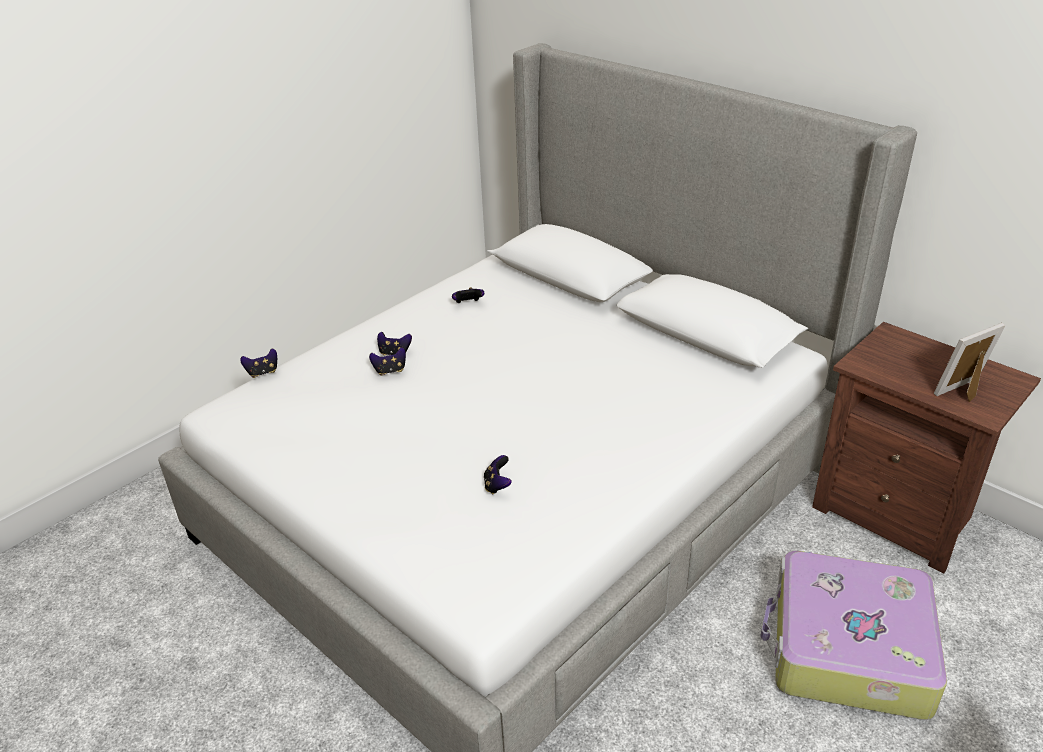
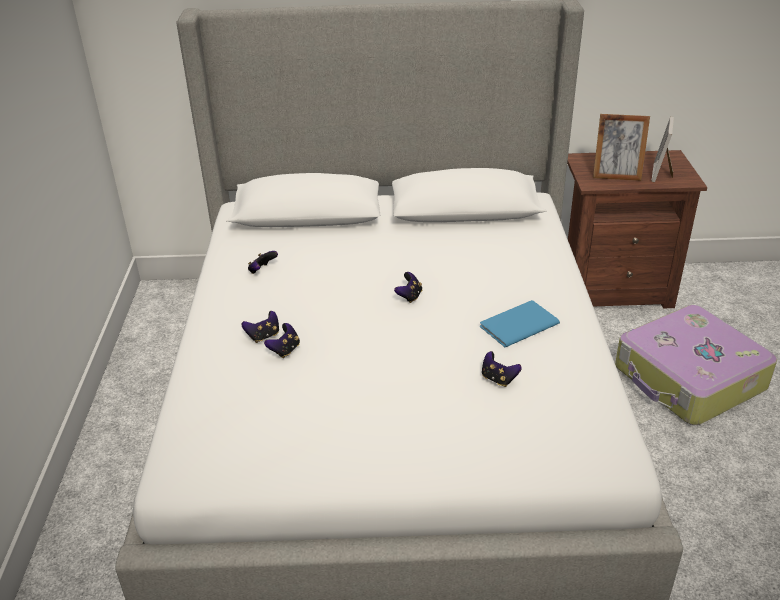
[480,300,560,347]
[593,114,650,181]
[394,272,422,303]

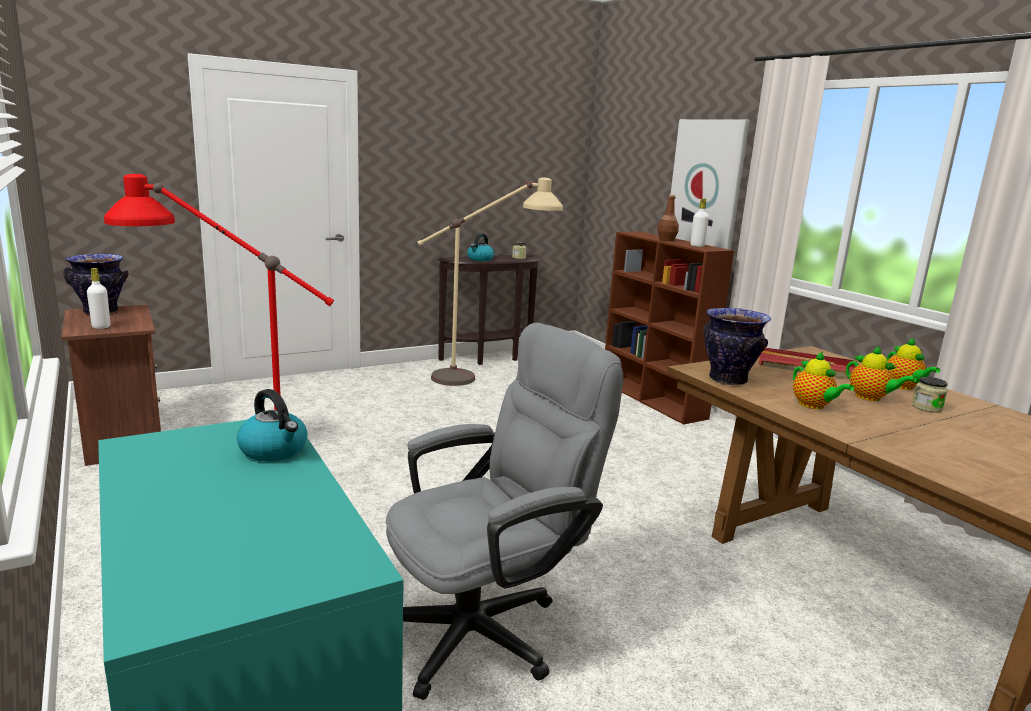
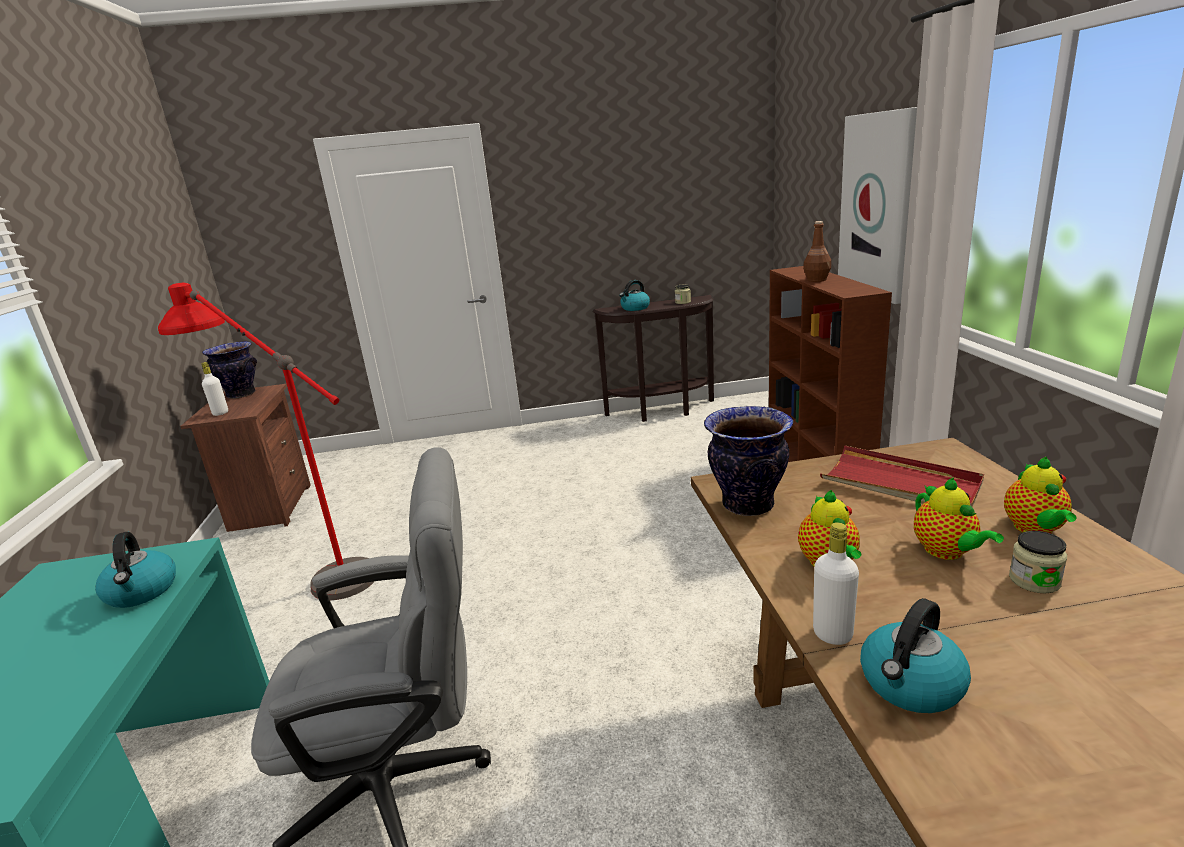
[418,177,563,386] (first image)
[860,598,971,713]
[813,523,859,645]

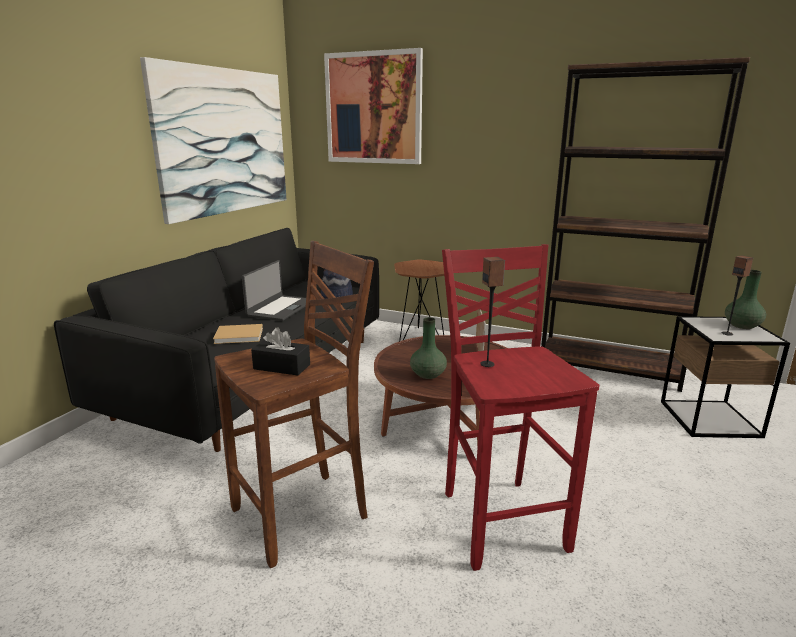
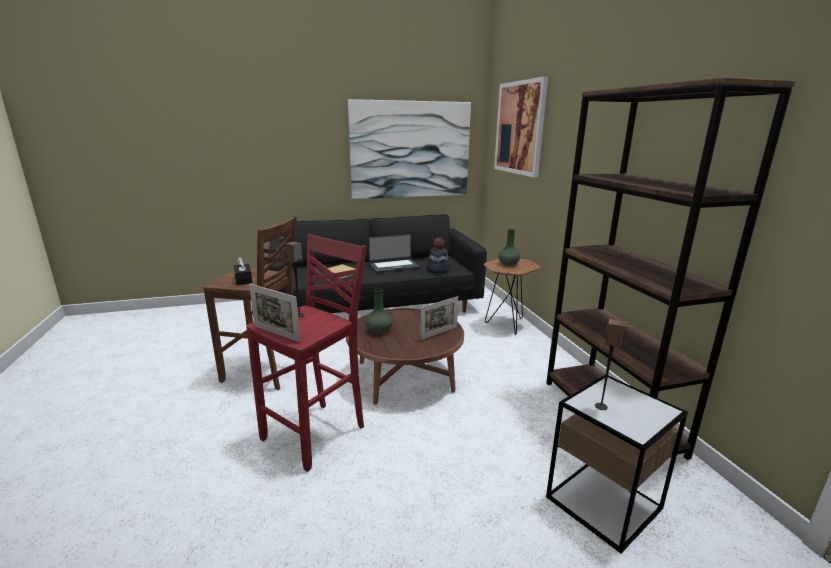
[249,284,300,342]
[498,229,520,266]

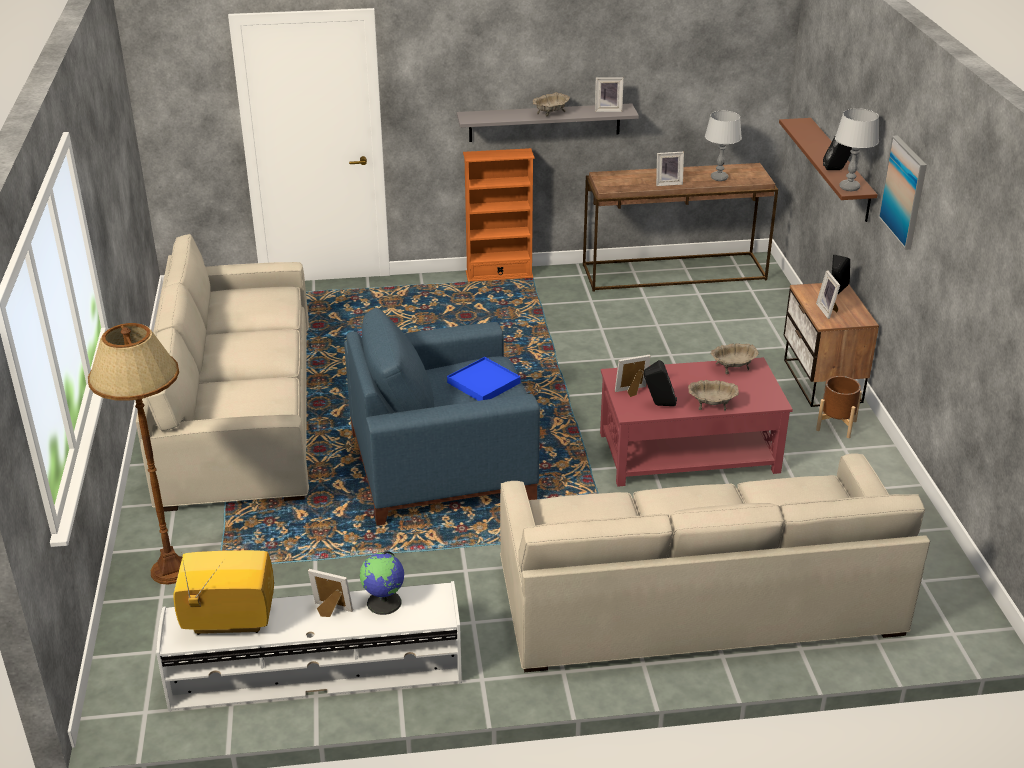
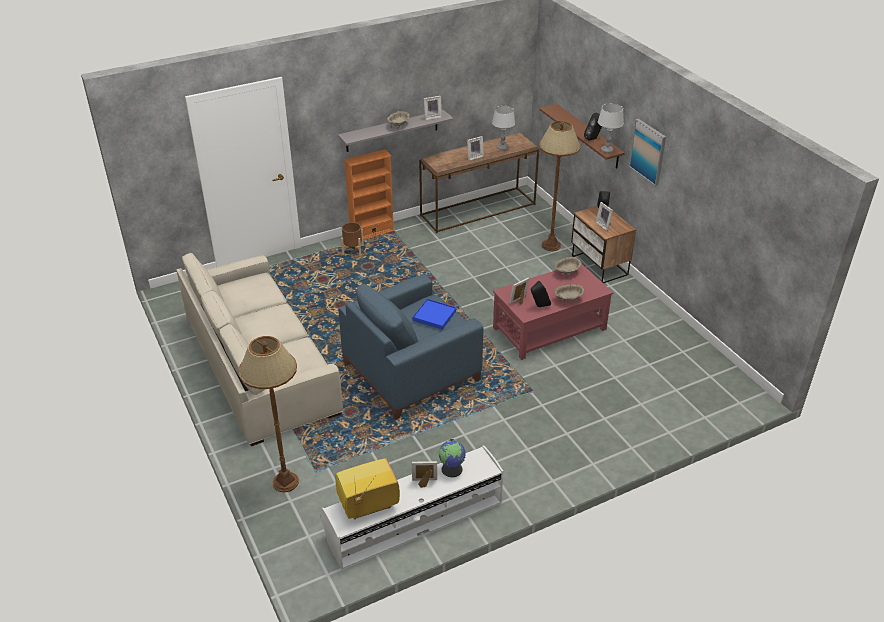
[500,453,930,672] (first image)
[539,121,581,251]
[341,222,364,256]

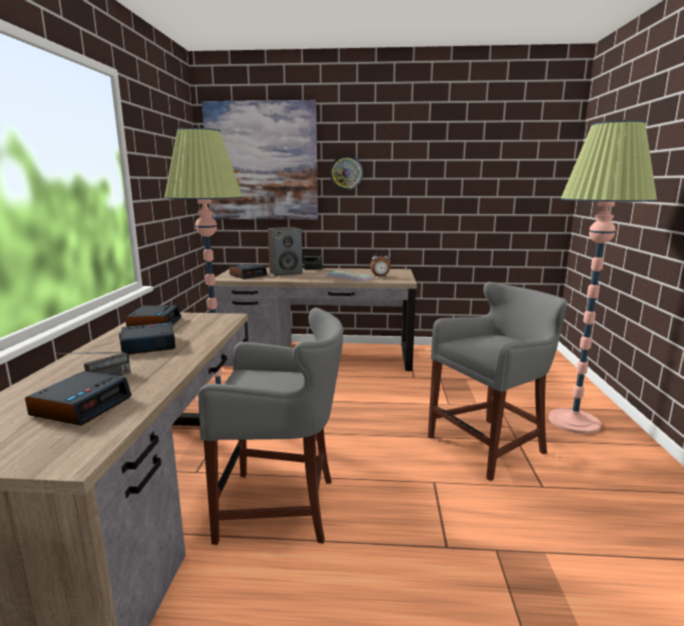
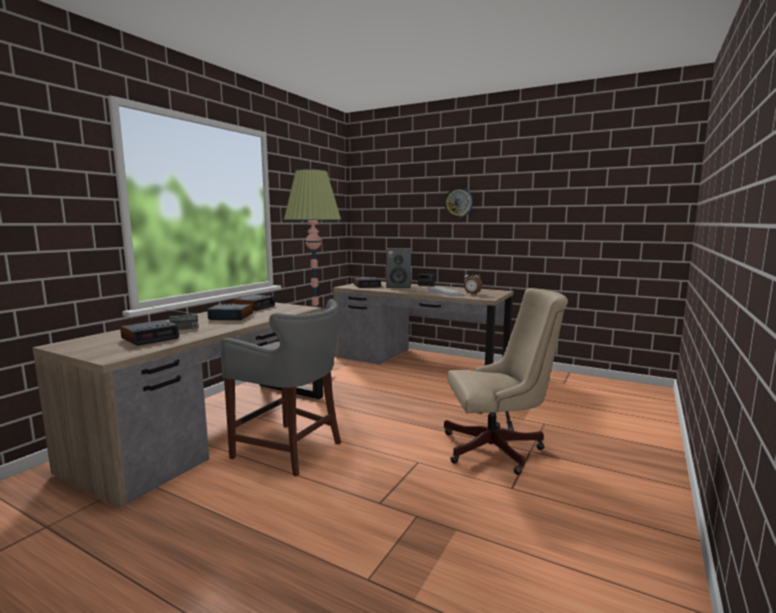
[202,100,318,220] (first image)
[549,120,657,434] (first image)
[444,288,568,475]

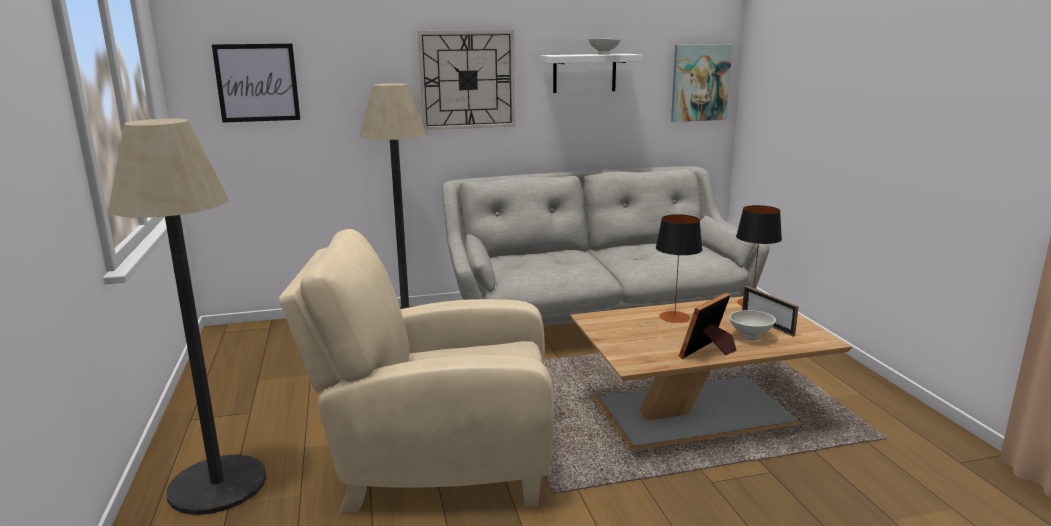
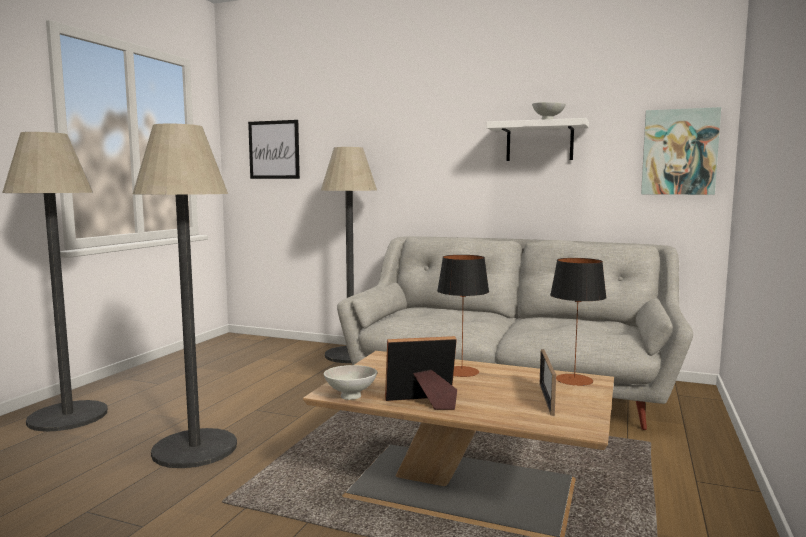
[418,30,515,130] (first image)
[324,365,377,400]
[133,124,237,468]

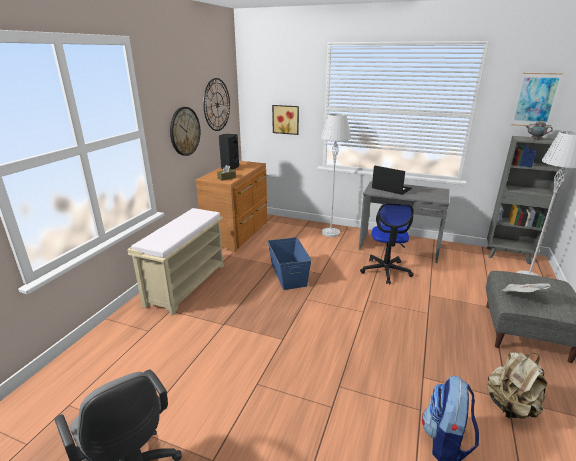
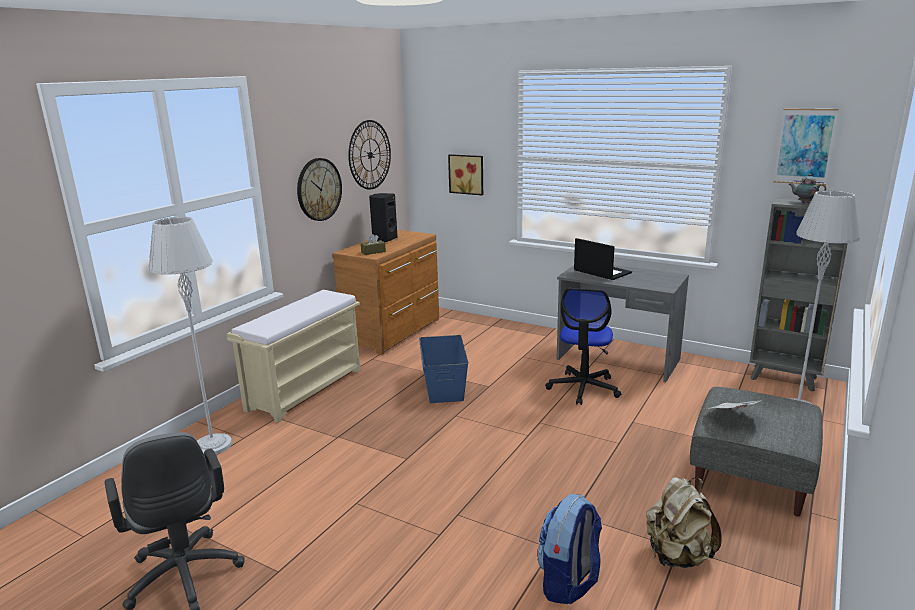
[148,217,232,455]

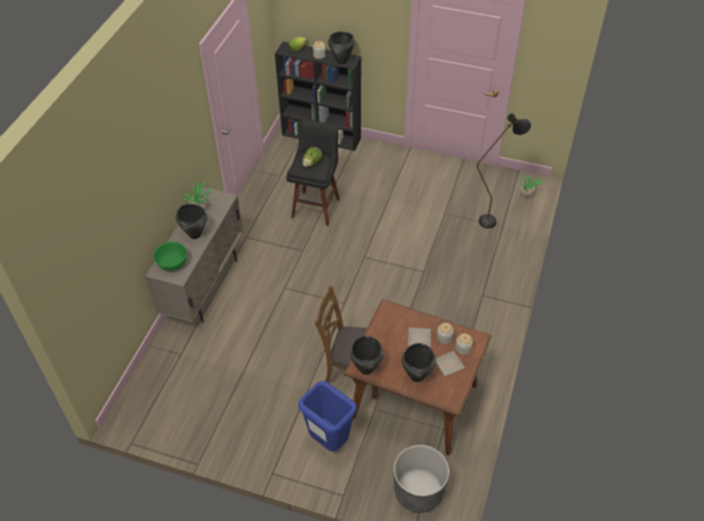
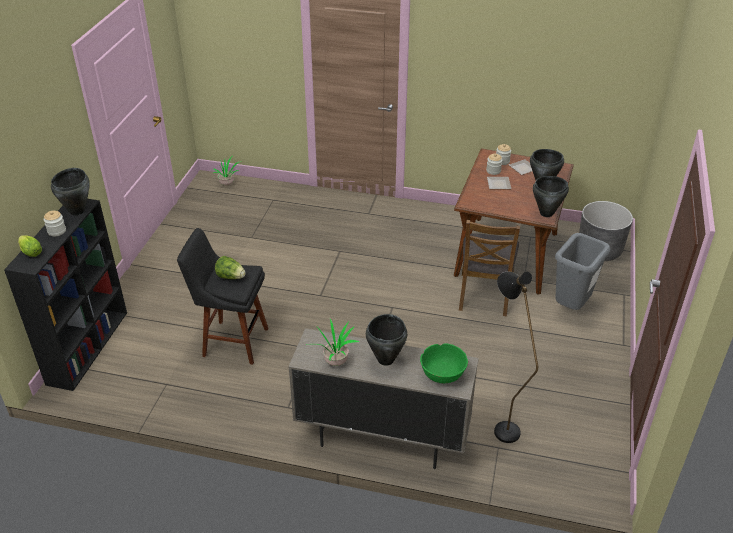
[494,271,538,443]
[555,233,610,310]

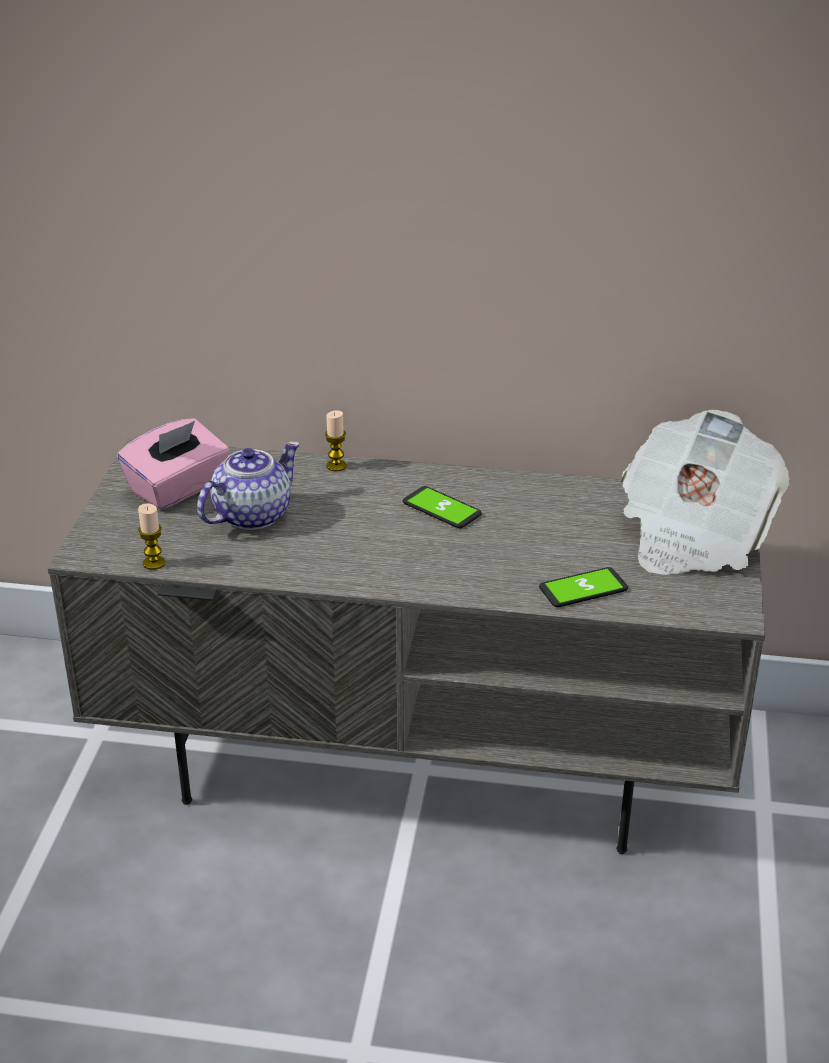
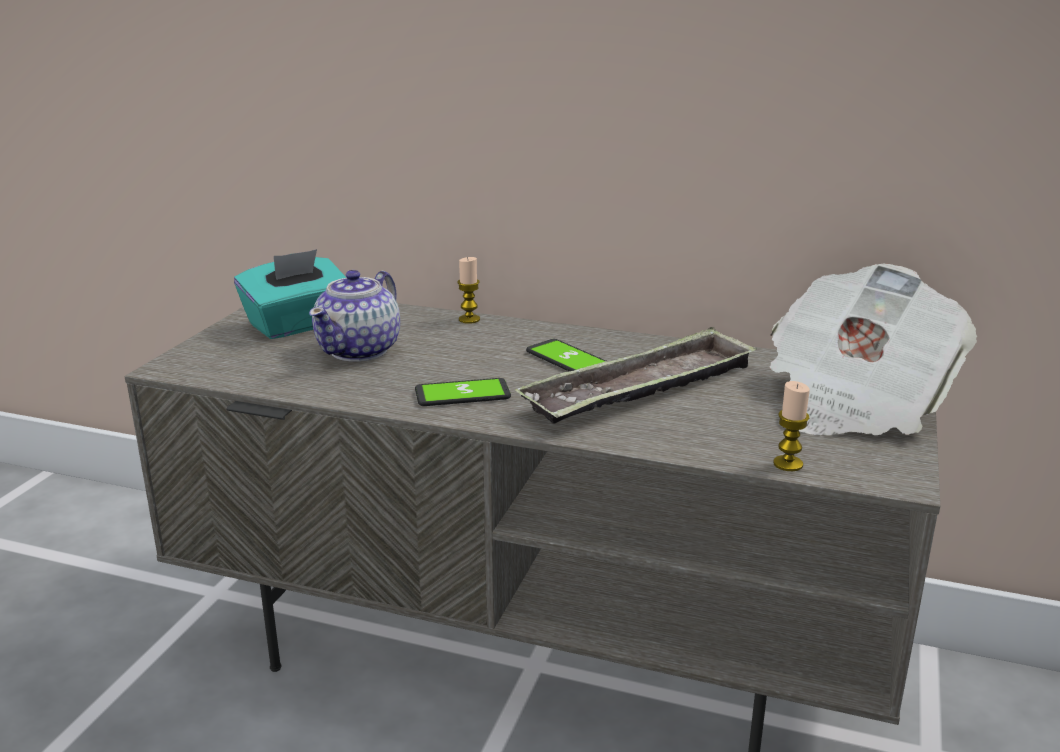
[514,327,757,424]
[773,381,810,471]
[415,378,511,406]
[234,249,347,339]
[309,270,400,362]

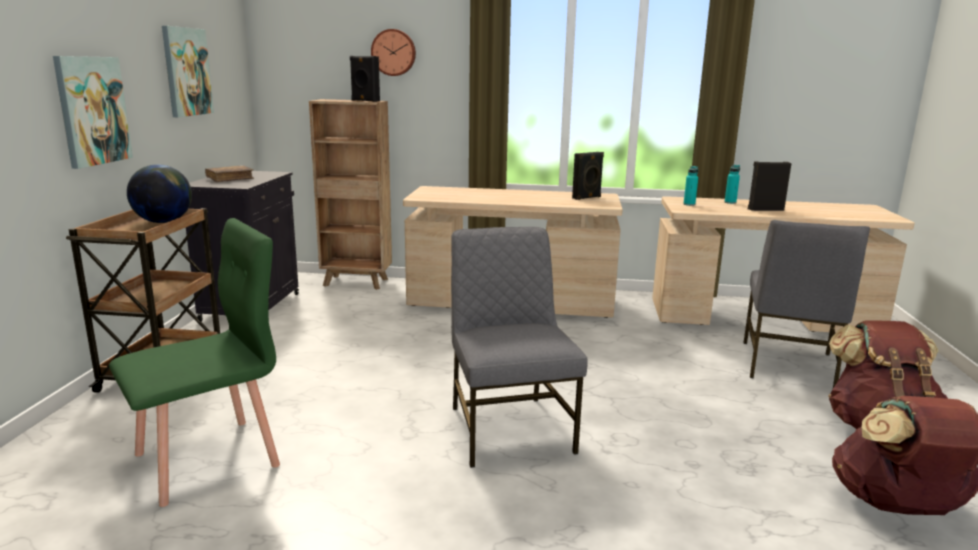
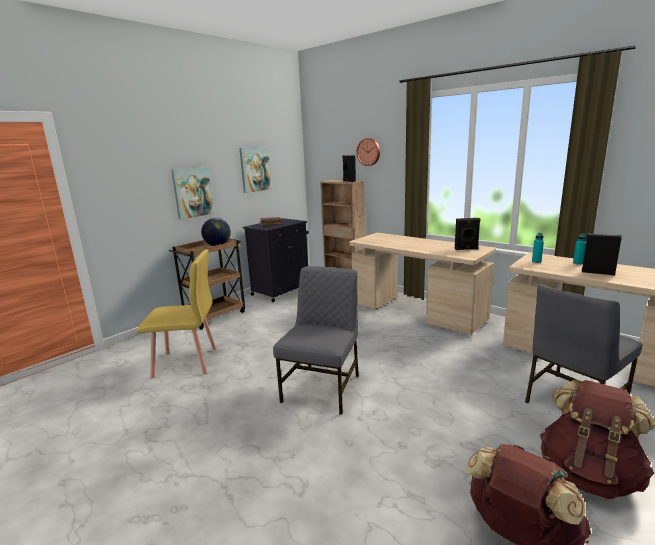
[136,249,217,378]

